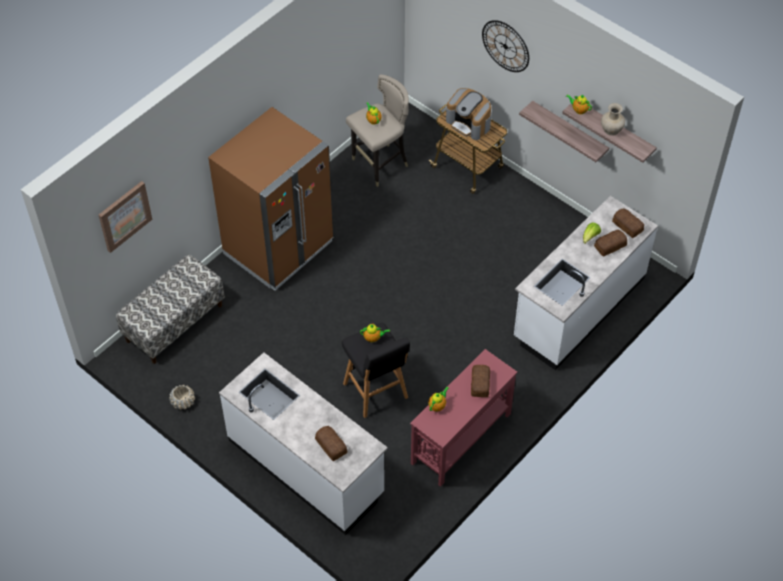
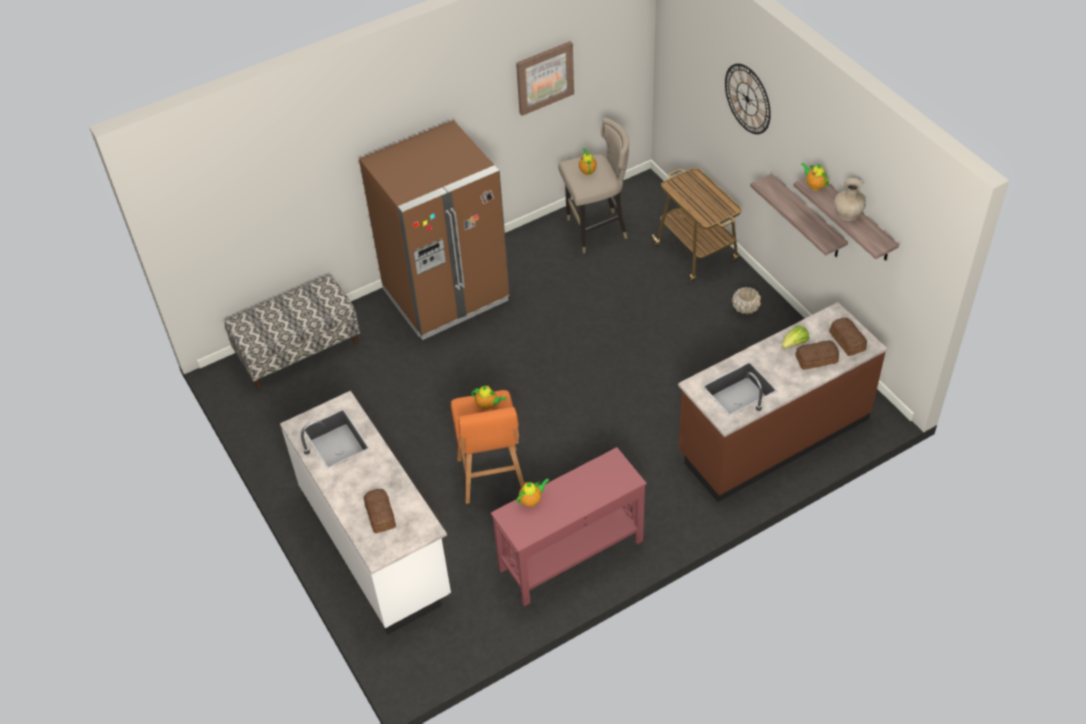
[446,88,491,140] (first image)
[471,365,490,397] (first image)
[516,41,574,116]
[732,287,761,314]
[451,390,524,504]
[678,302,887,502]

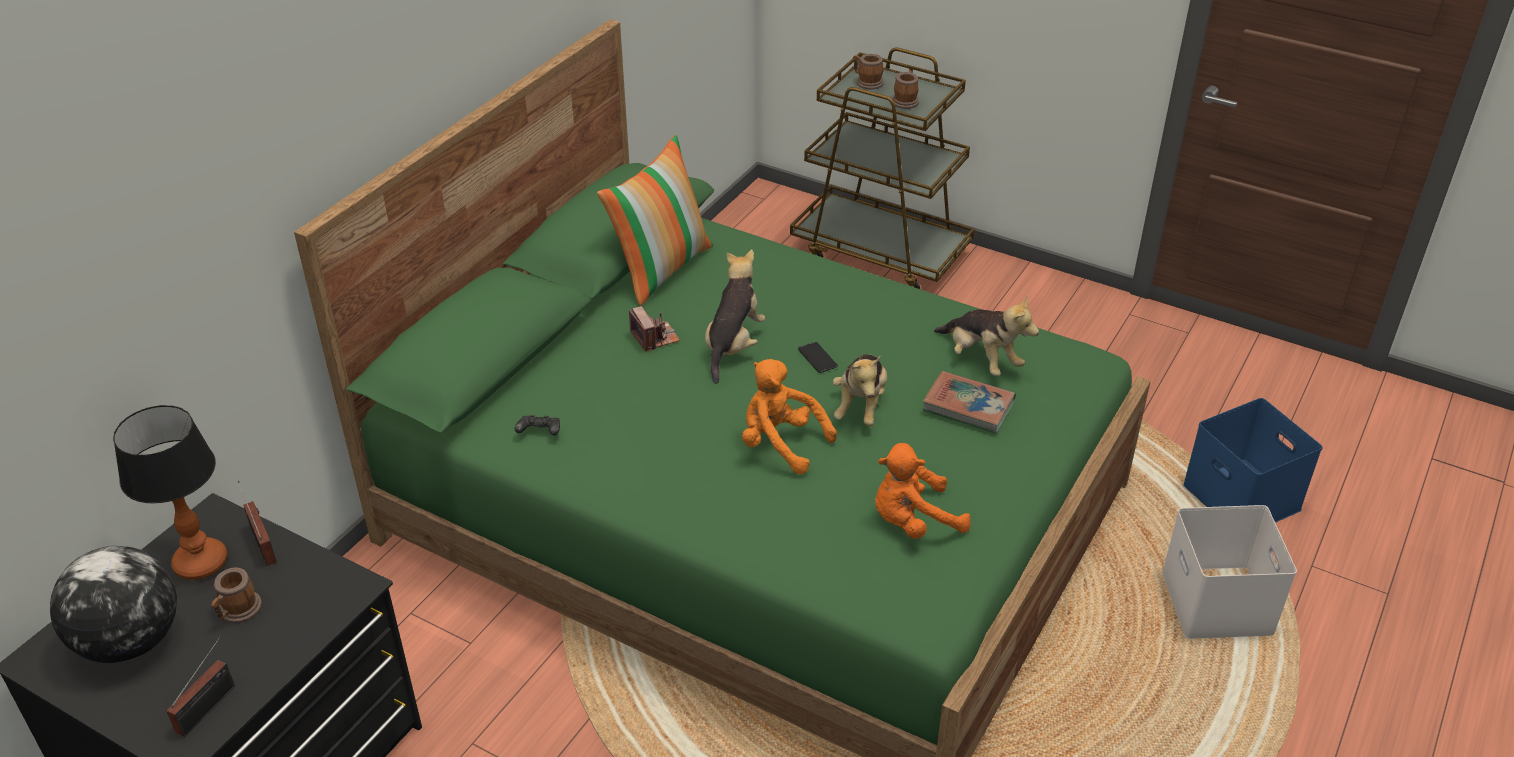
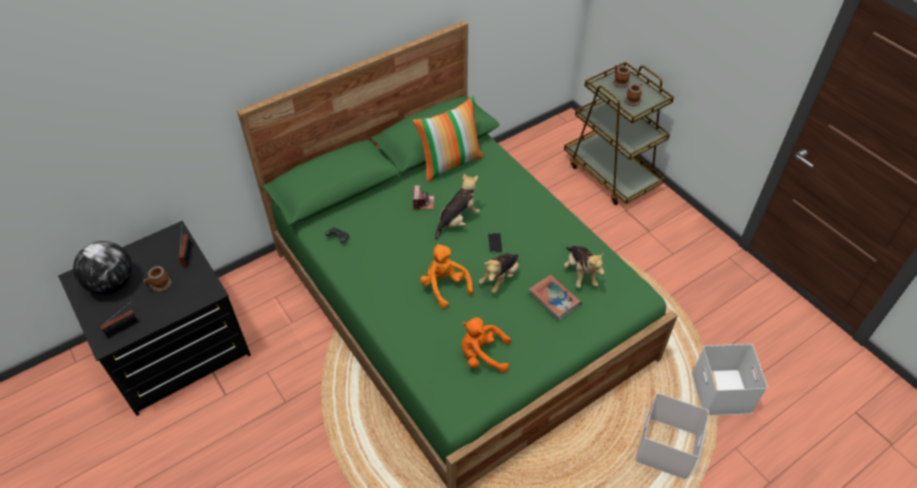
[113,405,227,580] (first image)
[692,344,768,415]

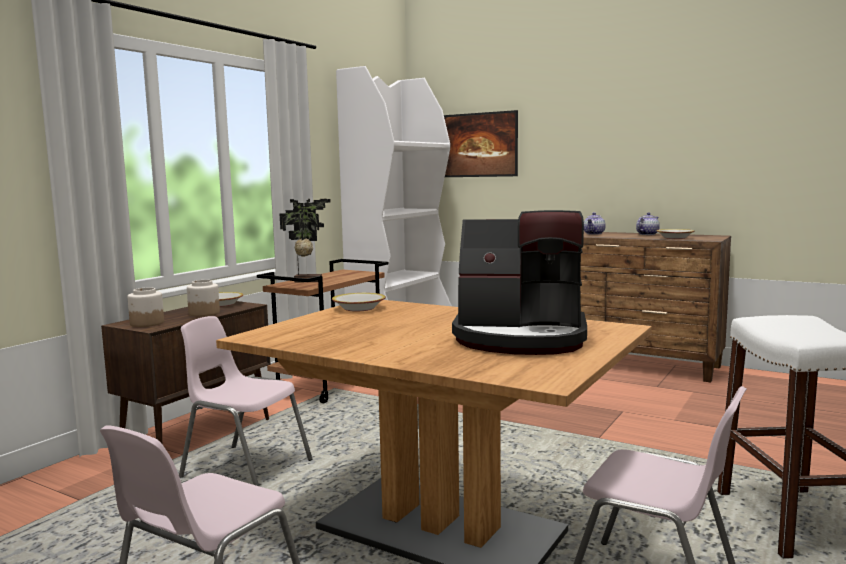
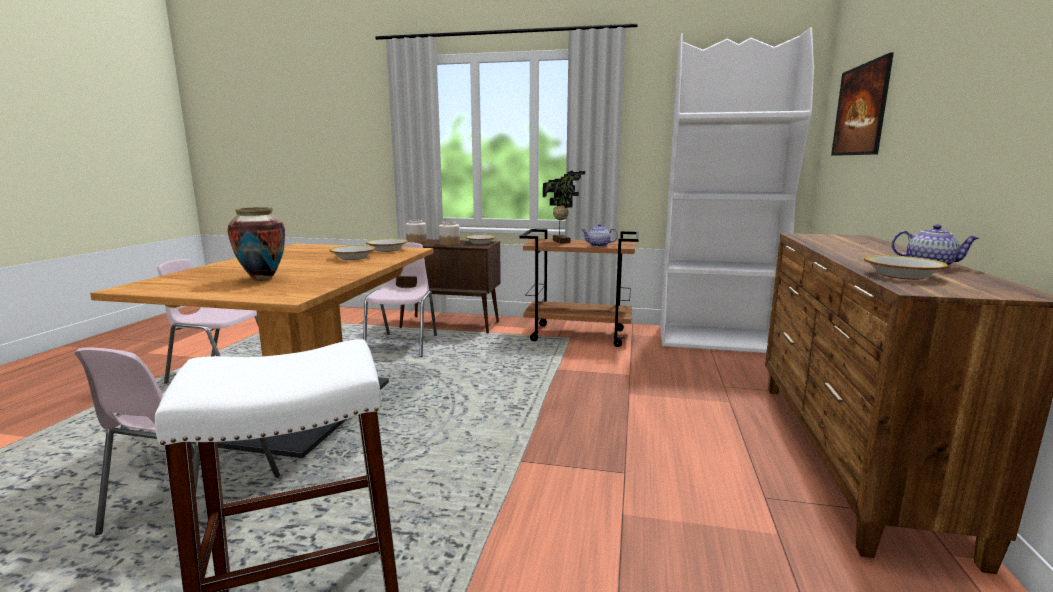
[329,245,376,260]
[581,224,618,247]
[227,207,285,281]

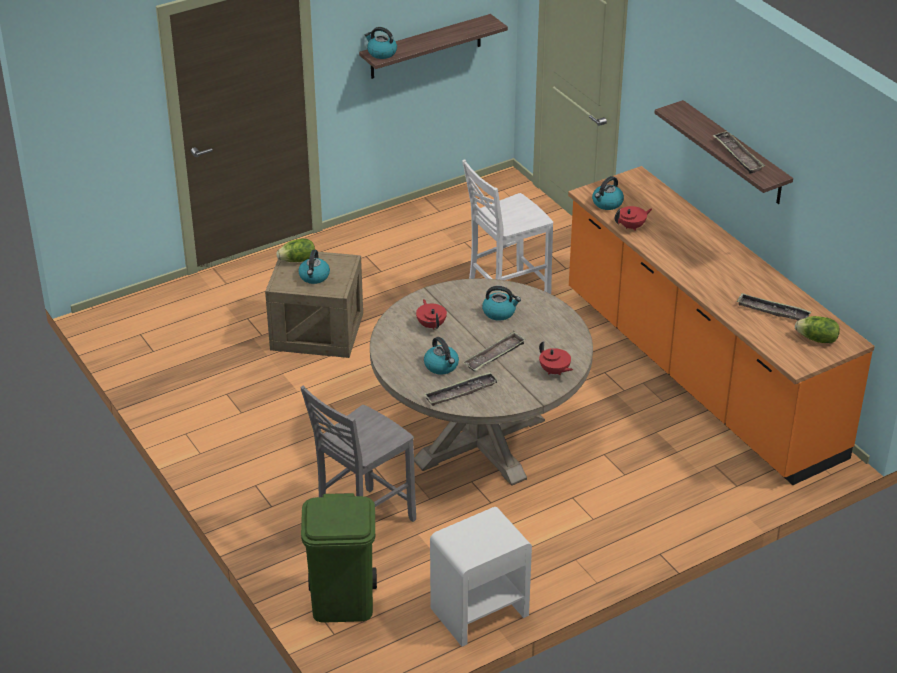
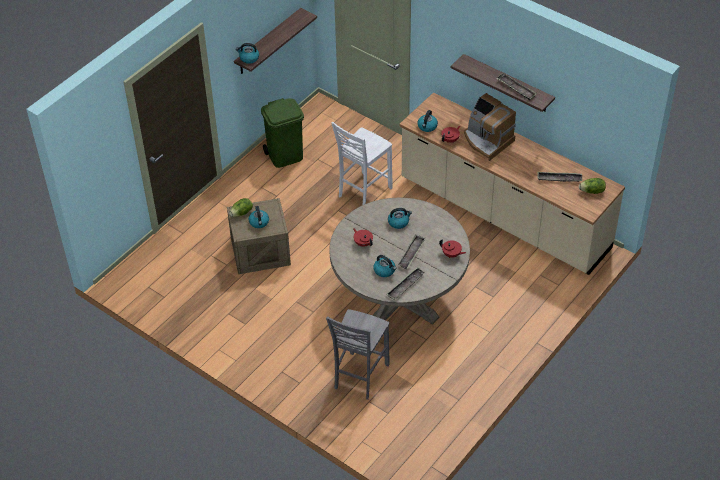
[430,507,532,647] (first image)
[464,93,516,161]
[261,98,304,168]
[399,92,625,275]

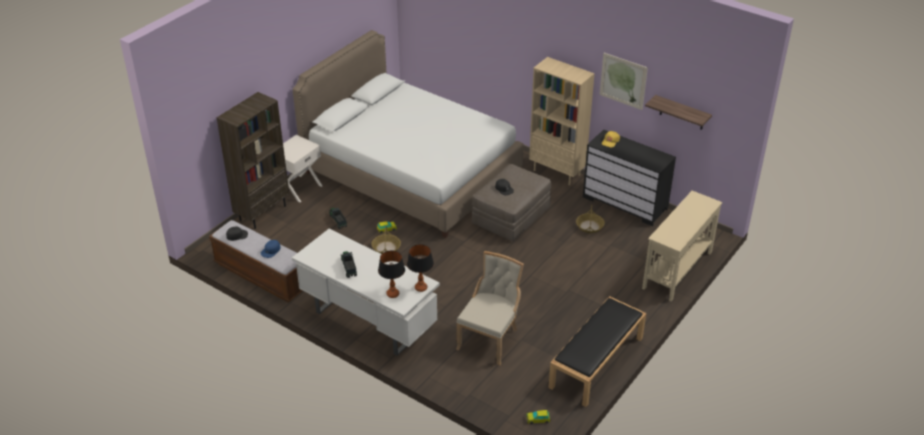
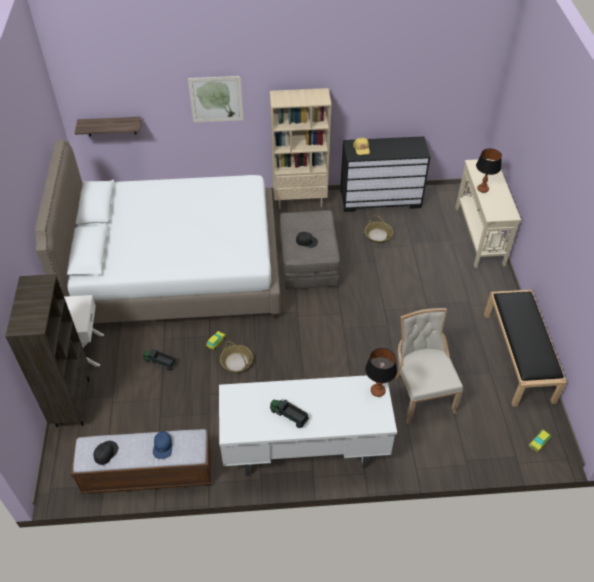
[476,148,502,193]
[188,76,243,123]
[75,117,141,136]

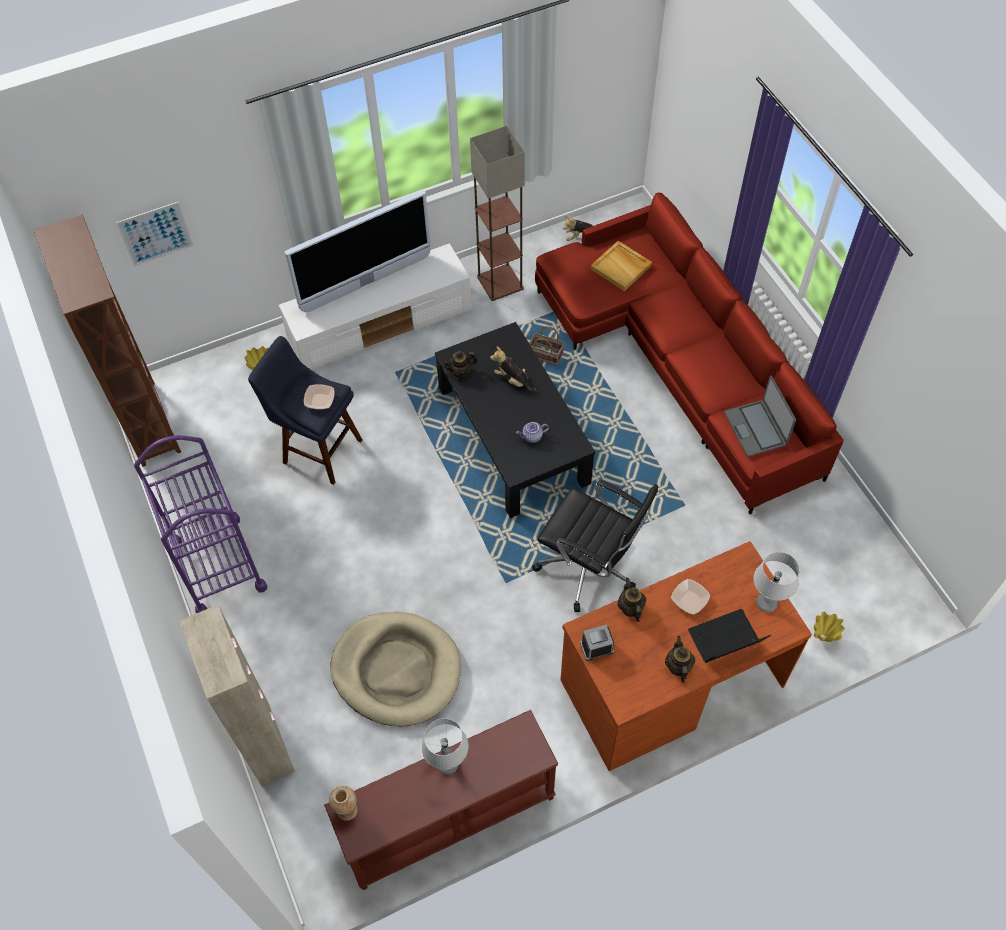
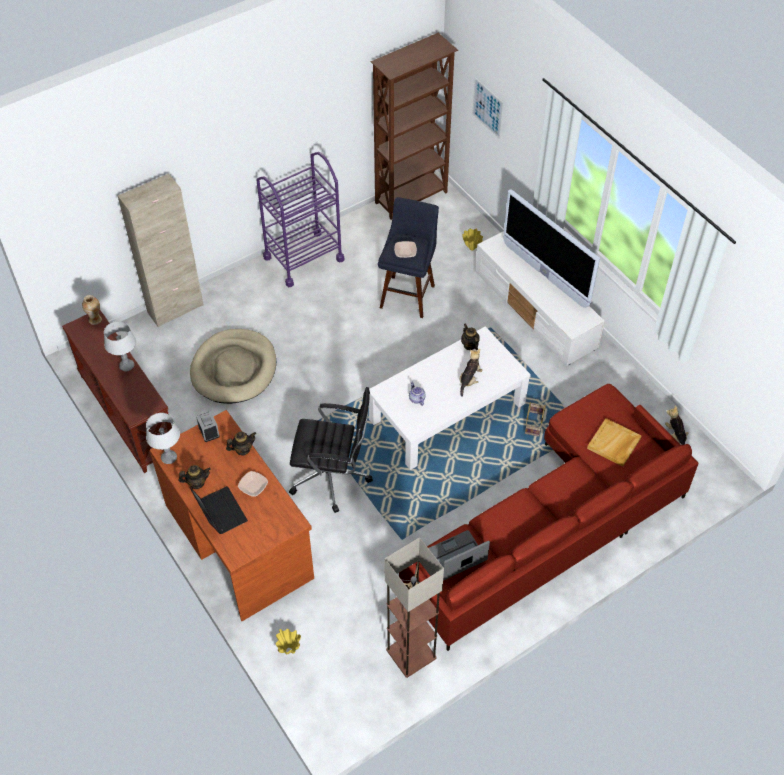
[384,537,444,678]
[146,413,180,464]
[369,326,531,470]
[289,387,373,513]

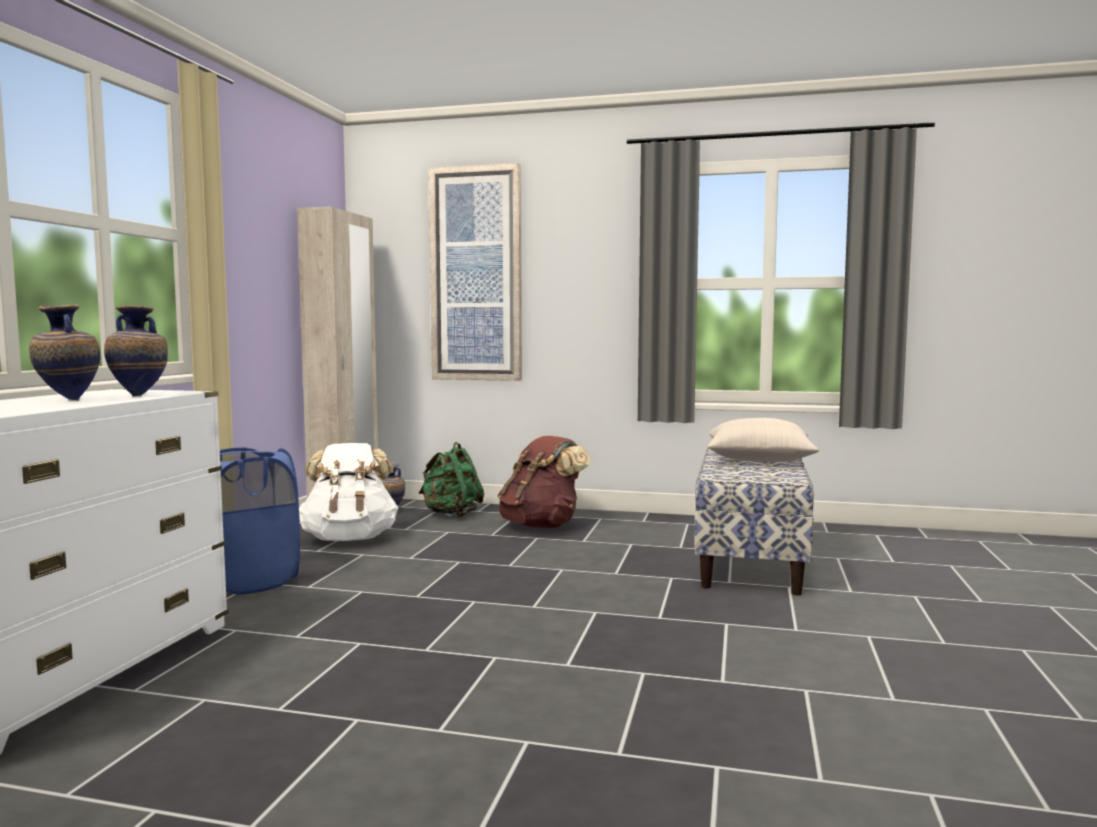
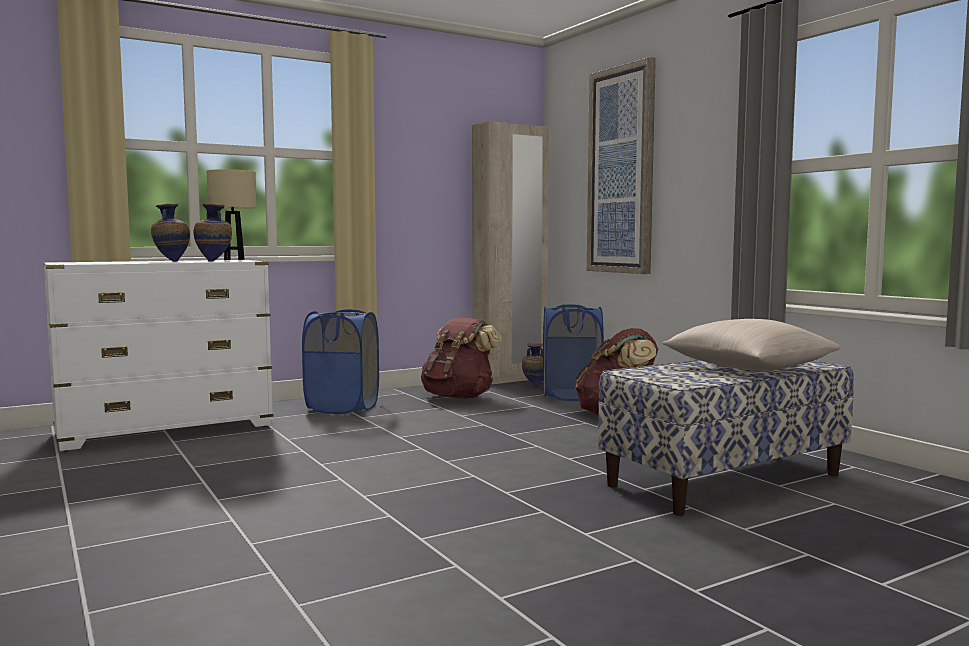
[207,169,257,260]
[543,304,604,401]
[421,318,502,399]

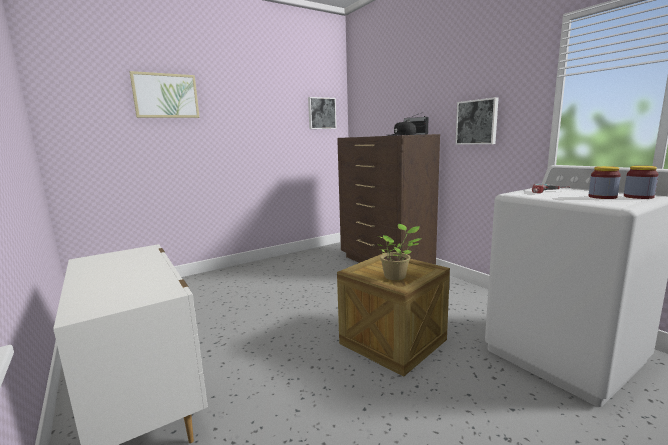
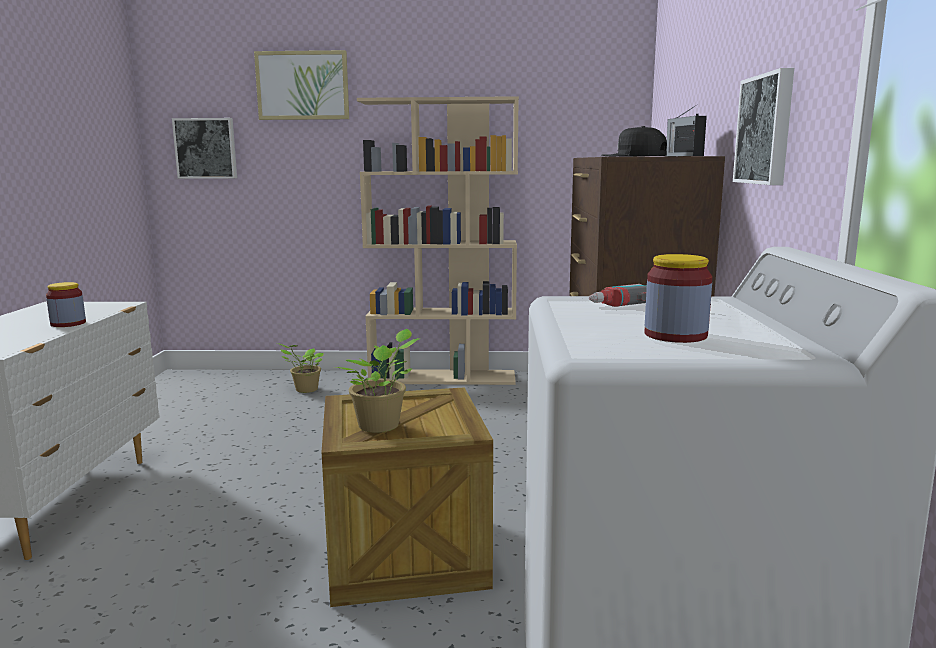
[277,343,324,393]
[357,96,519,385]
[172,118,237,179]
[46,282,86,327]

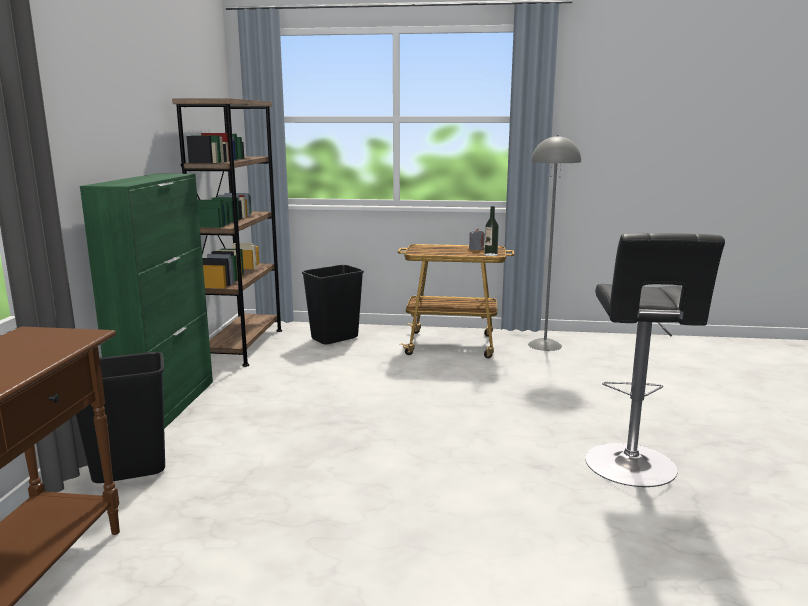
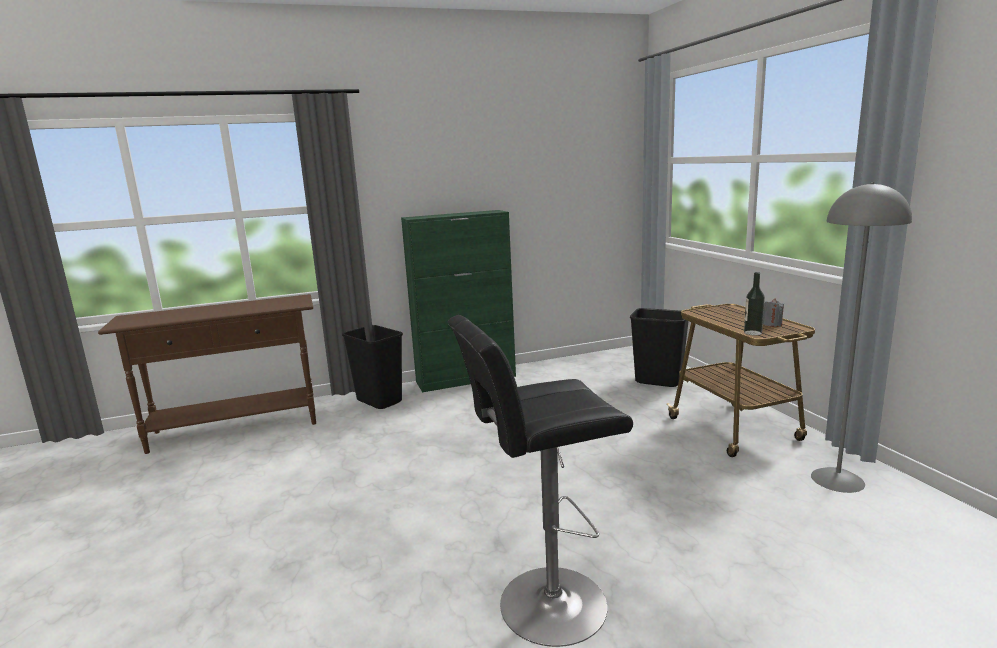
[172,98,282,367] (first image)

